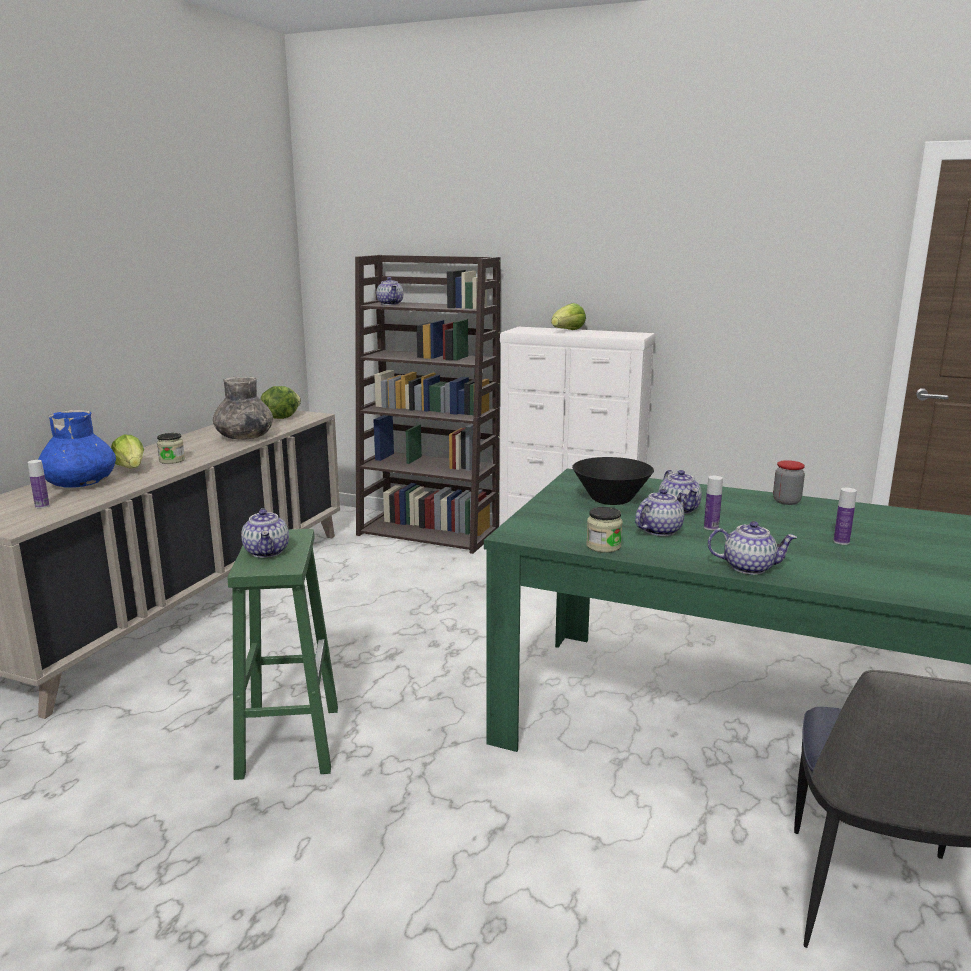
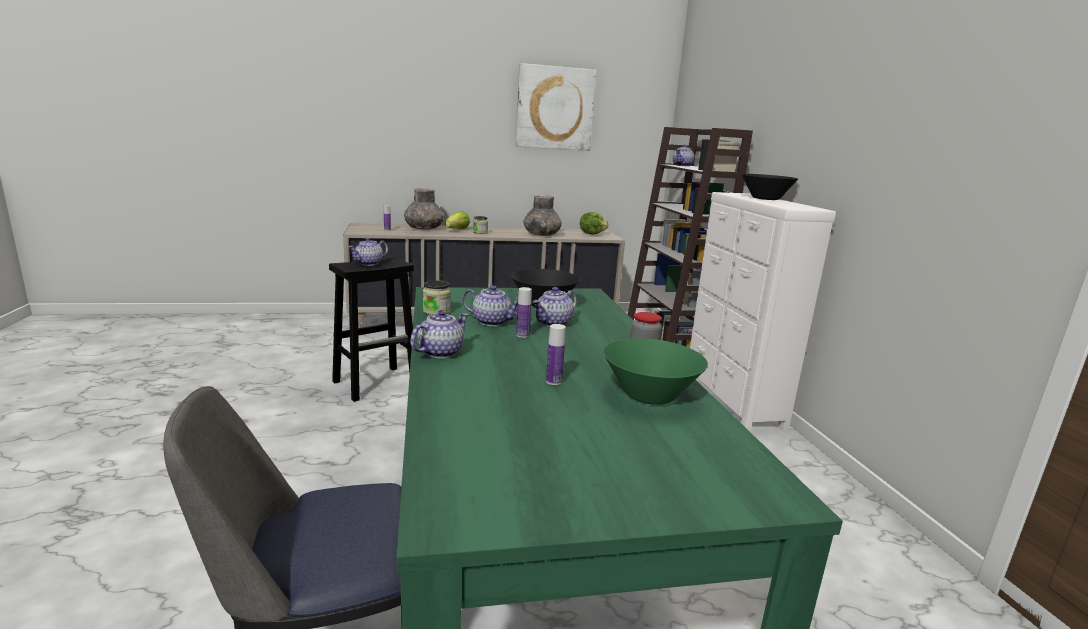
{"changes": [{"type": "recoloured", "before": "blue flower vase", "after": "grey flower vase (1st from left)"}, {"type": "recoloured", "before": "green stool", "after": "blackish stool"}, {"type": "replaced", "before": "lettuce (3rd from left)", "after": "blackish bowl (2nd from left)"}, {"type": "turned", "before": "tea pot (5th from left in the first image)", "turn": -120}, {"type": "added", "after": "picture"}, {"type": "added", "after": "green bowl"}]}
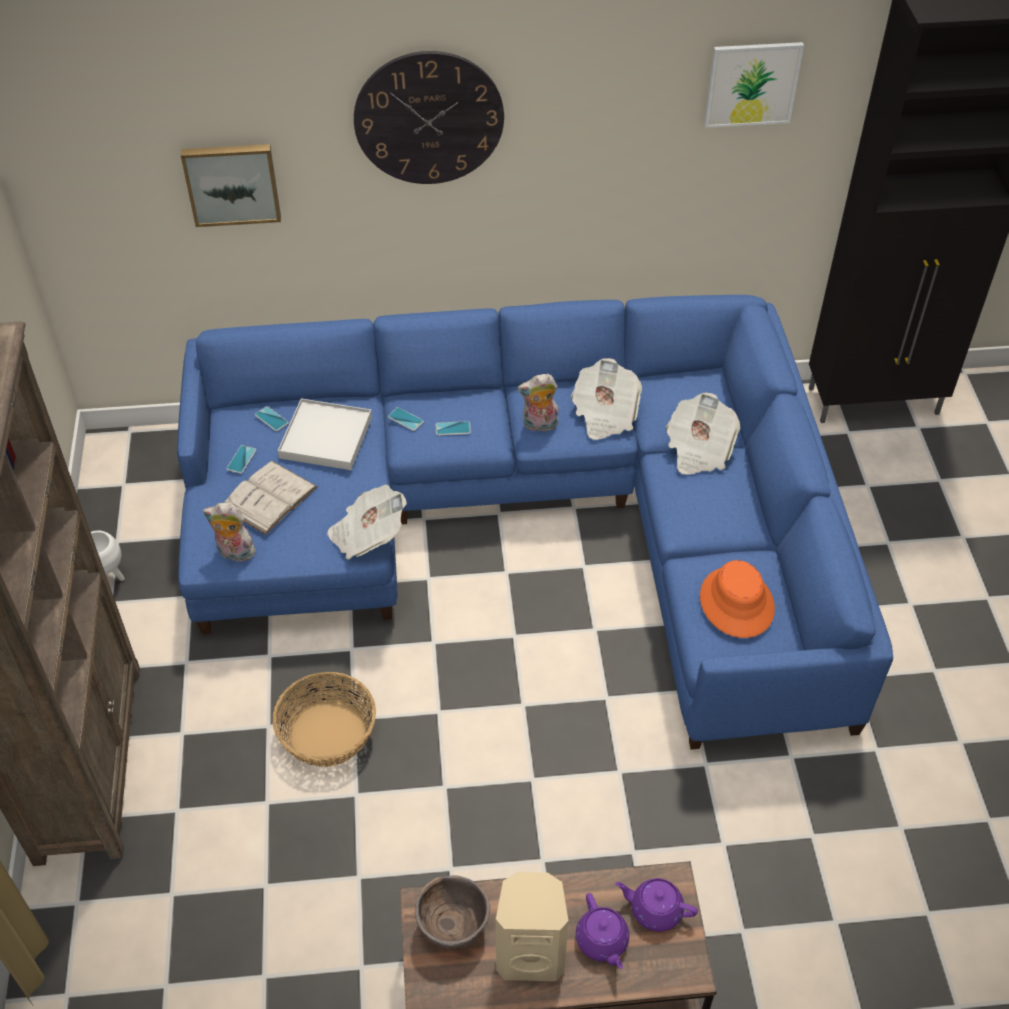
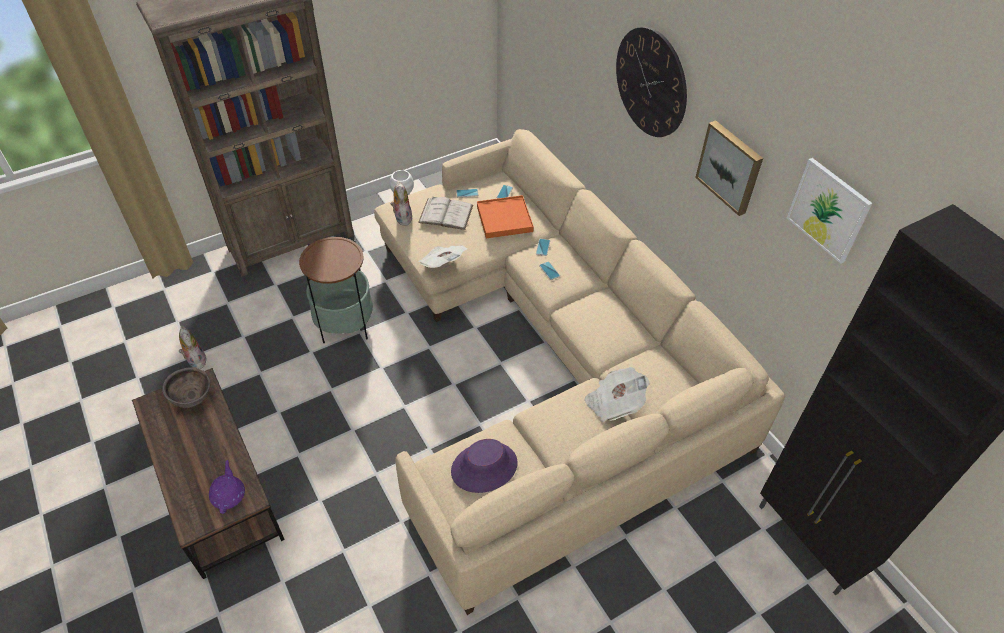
{"changes": [{"type": "recoloured", "before": "blue couch", "after": "beige couch"}, {"type": "moved", "before": "picture (1st from left)"}, {"type": "replaced", "before": "storage basket", "after": "side table"}, {"type": "recoloured", "before": "white tray", "after": "orange tray"}, {"type": "removed", "before": "beige loudspeaker"}, {"type": "moved", "before": "cuddly toy (2nd from left in the first image)", "after": "cuddly toy (1st from left)"}, {"type": "removed", "before": "daily paper (2nd from left)"}, {"type": "removed", "before": "purple tea pot (1st from left)"}, {"type": "recoloured", "before": "orange wearable hat", "after": "purple wearable hat"}]}
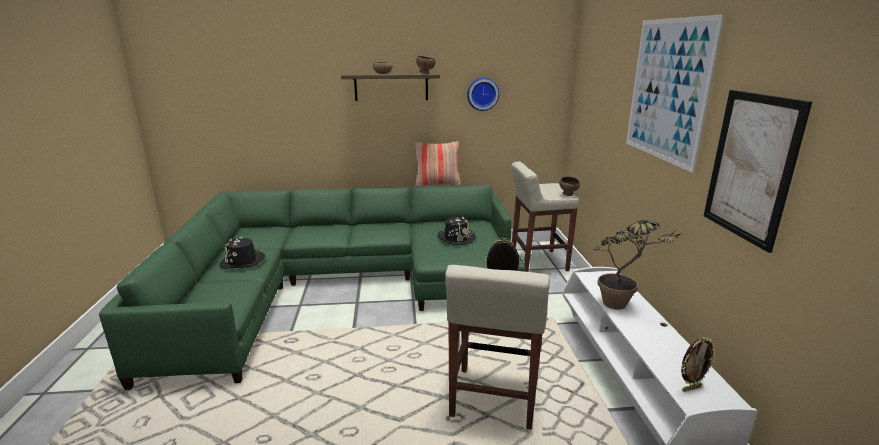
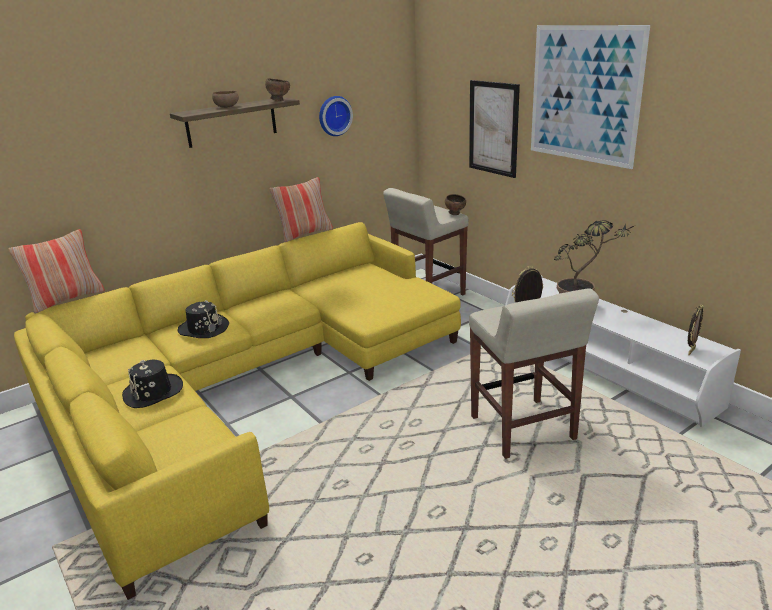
{"changes": [{"type": "recoloured", "before": "green couch", "after": "yellow couch"}, {"type": "moved", "before": "blackish wearable hat (2nd from left)"}, {"type": "moved", "before": "picture (2nd from left in the first image)", "after": "picture (1st from left)"}, {"type": "added", "after": "throw pillow (1st from left)"}]}
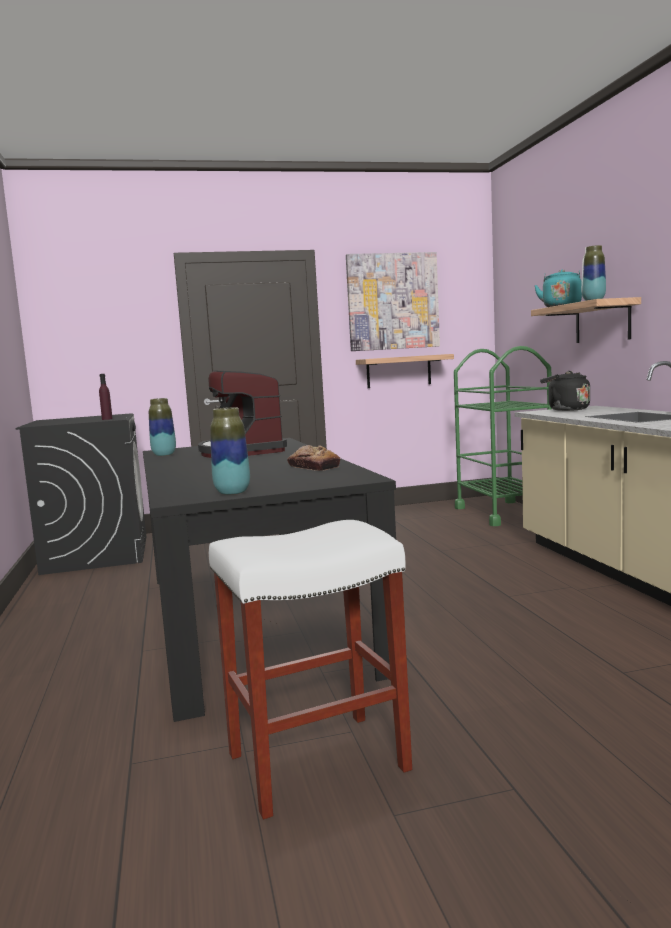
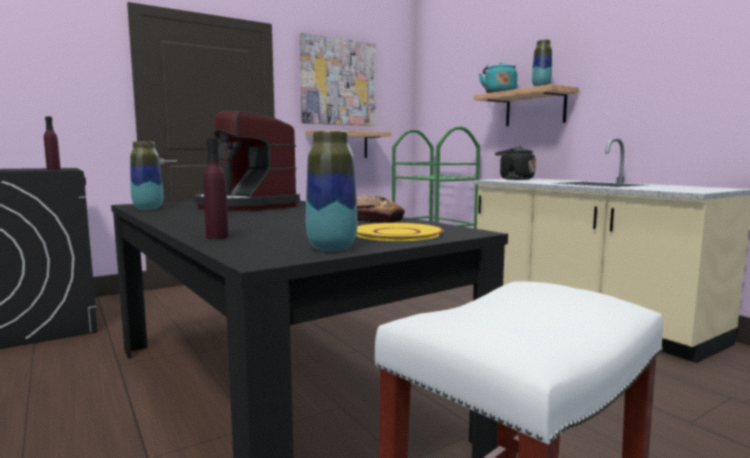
{"changes": [{"type": "added", "after": "purple bottle (2nd from left)"}, {"type": "added", "after": "yellow flat dish"}]}
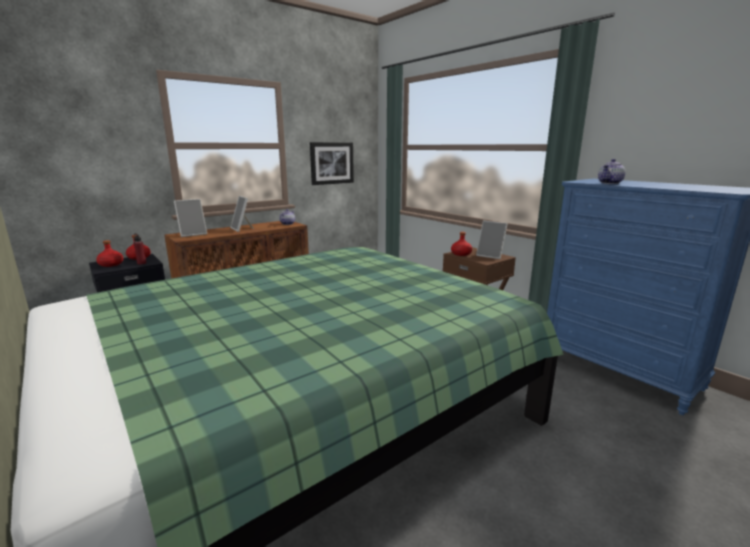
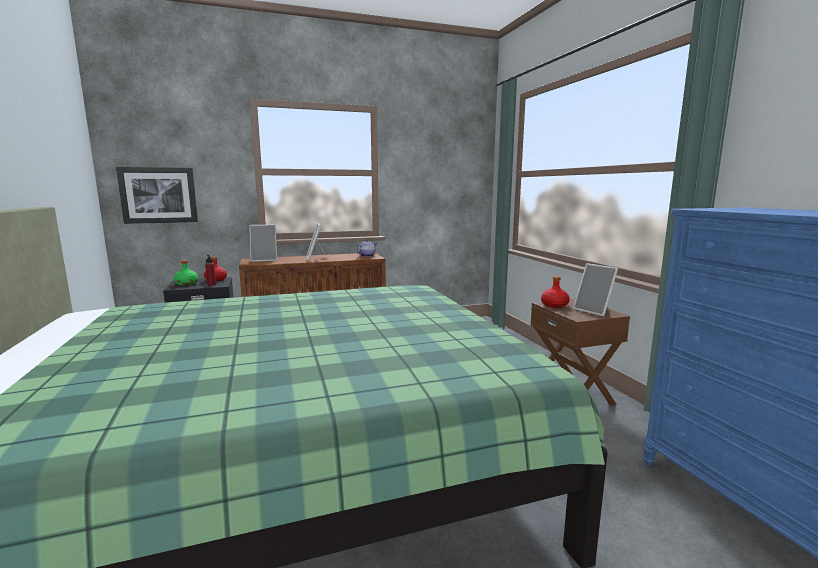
{"changes": [{"type": "recoloured", "before": "red bottle (1st from left)", "after": "green bottle"}, {"type": "moved", "before": "picture"}, {"type": "removed", "before": "tea pot (2nd from left)"}]}
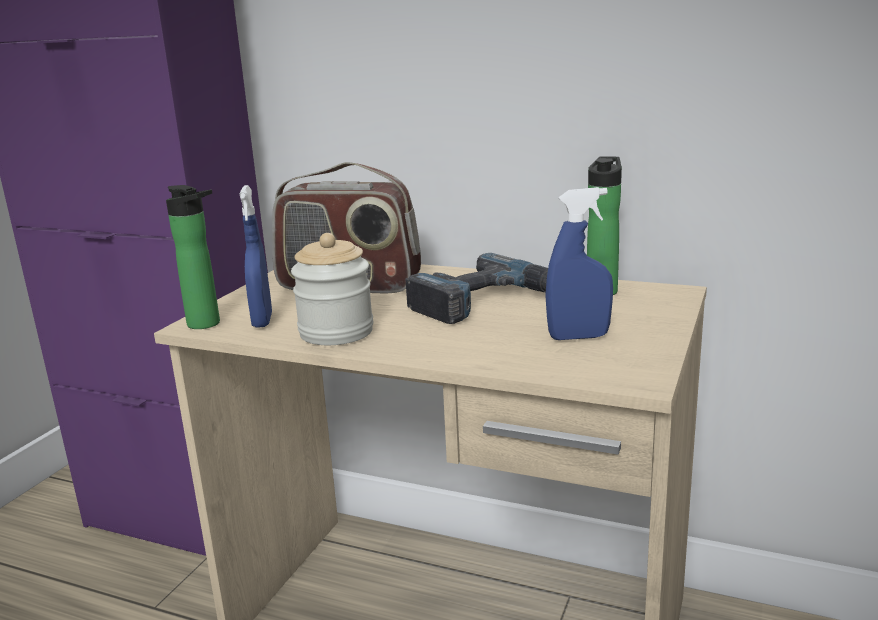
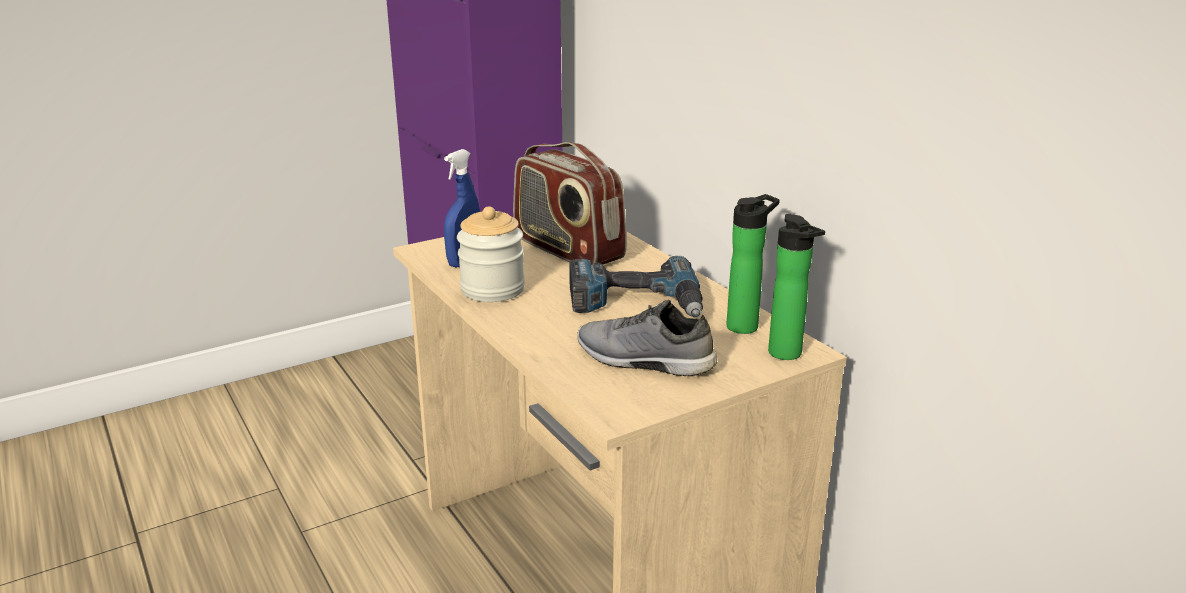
{"changes": [{"type": "moved", "before": "bottle (1st from left in the first image)", "after": "bottle (2nd from left)"}, {"type": "replaced", "before": "blue hand sprayer (2nd from left)", "after": "grey shoe"}]}
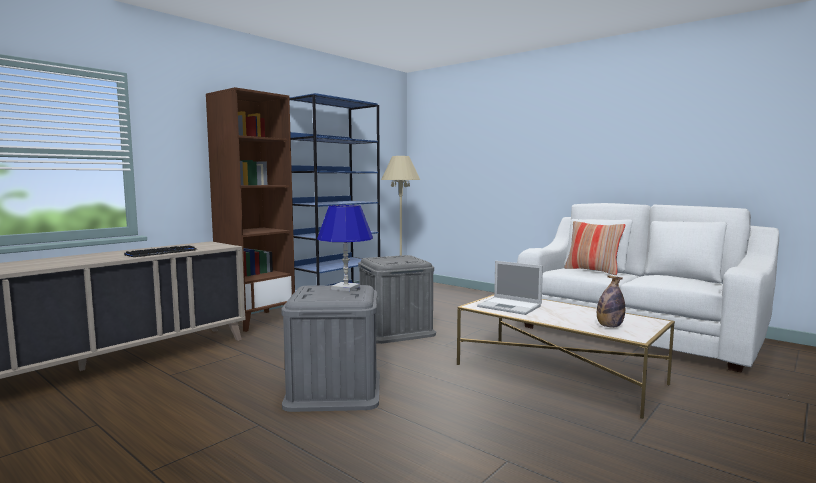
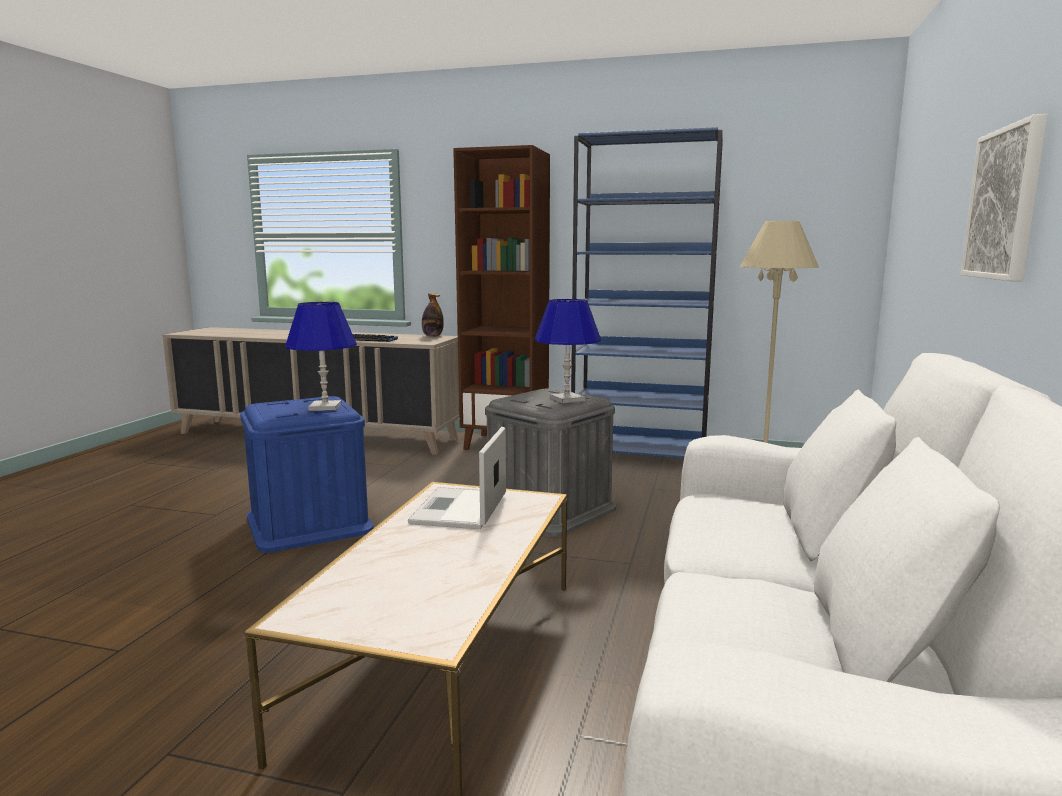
{"changes": [{"type": "recoloured", "before": "grey storage container (1st from left)", "after": "blue storage container"}, {"type": "removed", "before": "throw pillow"}, {"type": "moved", "before": "bottle"}, {"type": "added", "after": "blue table lamp (2nd from left)"}, {"type": "added", "after": "picture"}]}
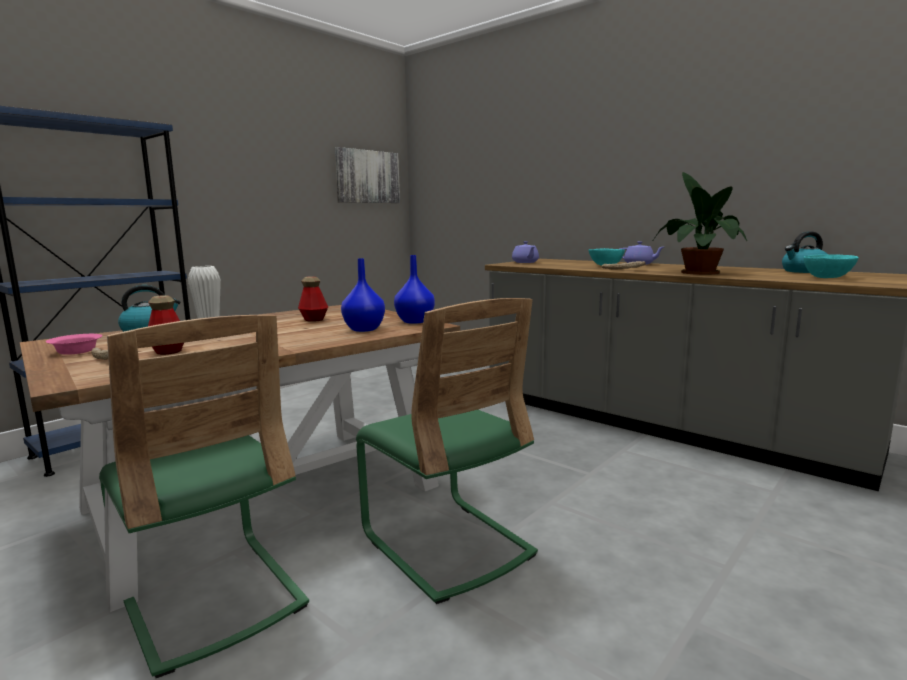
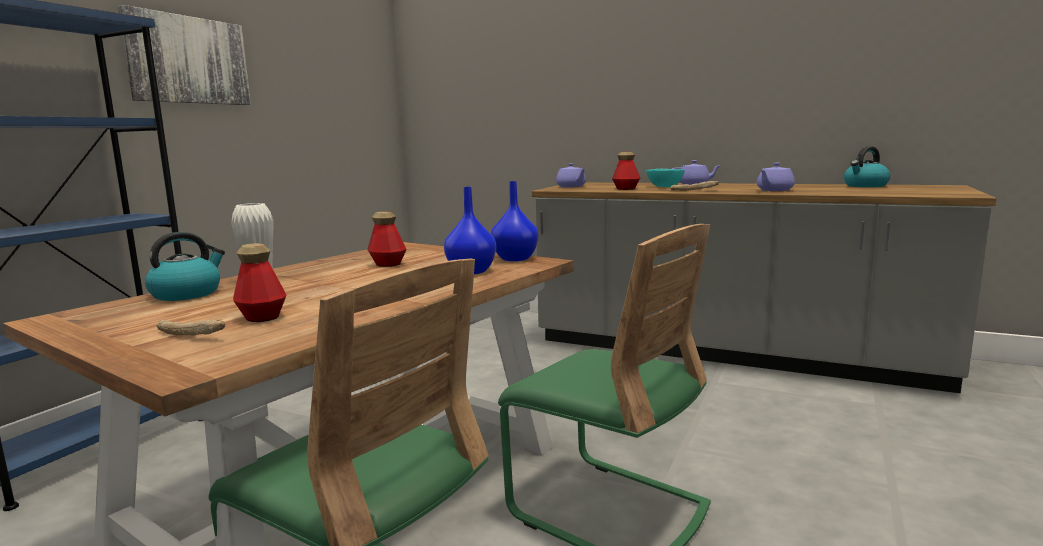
{"changes": [{"type": "removed", "before": "pink-coloured bowl"}, {"type": "moved", "before": "picture"}, {"type": "replaced", "before": "houseplant", "after": "purple tea pot (3rd from left)"}, {"type": "removed", "before": "blue-green bowl (2nd from left)"}, {"type": "added", "after": "bottle (3rd from left)"}]}
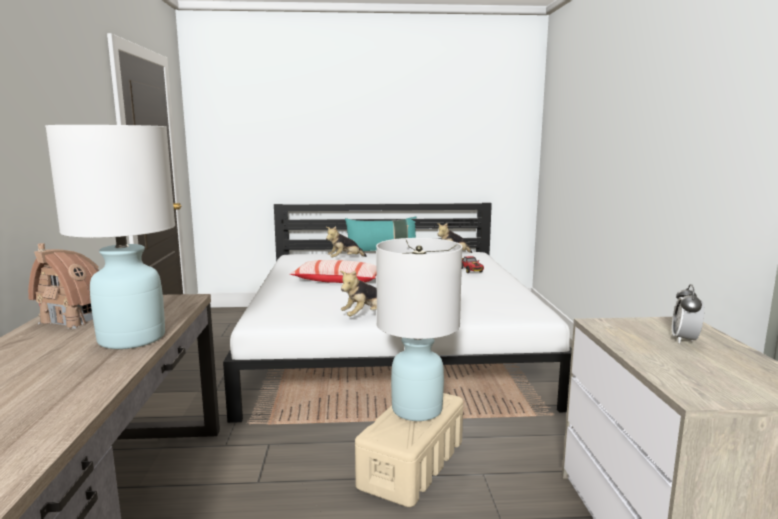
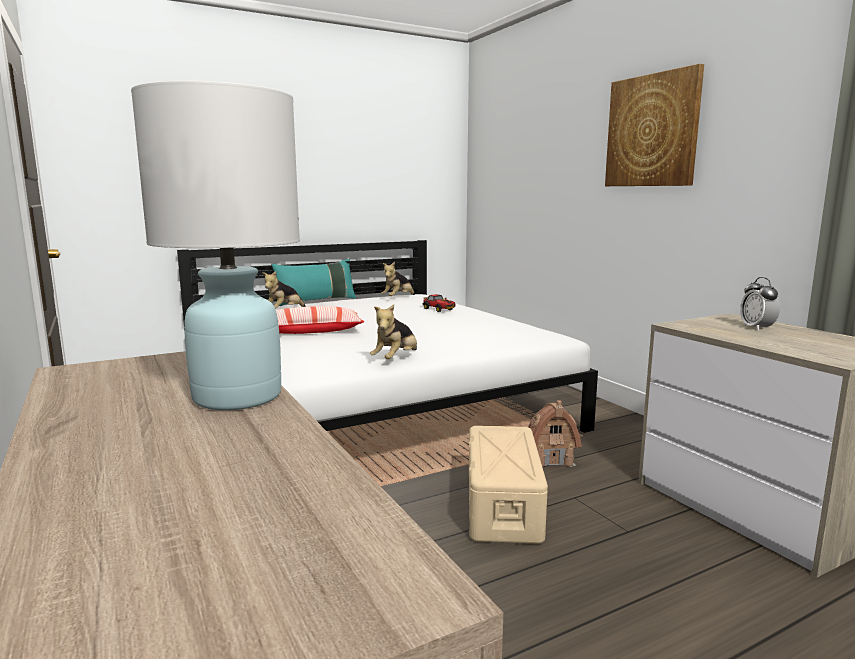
{"changes": [{"type": "moved", "before": "model house"}, {"type": "removed", "before": "white table lamp (2nd from left)"}, {"type": "added", "after": "picture"}]}
